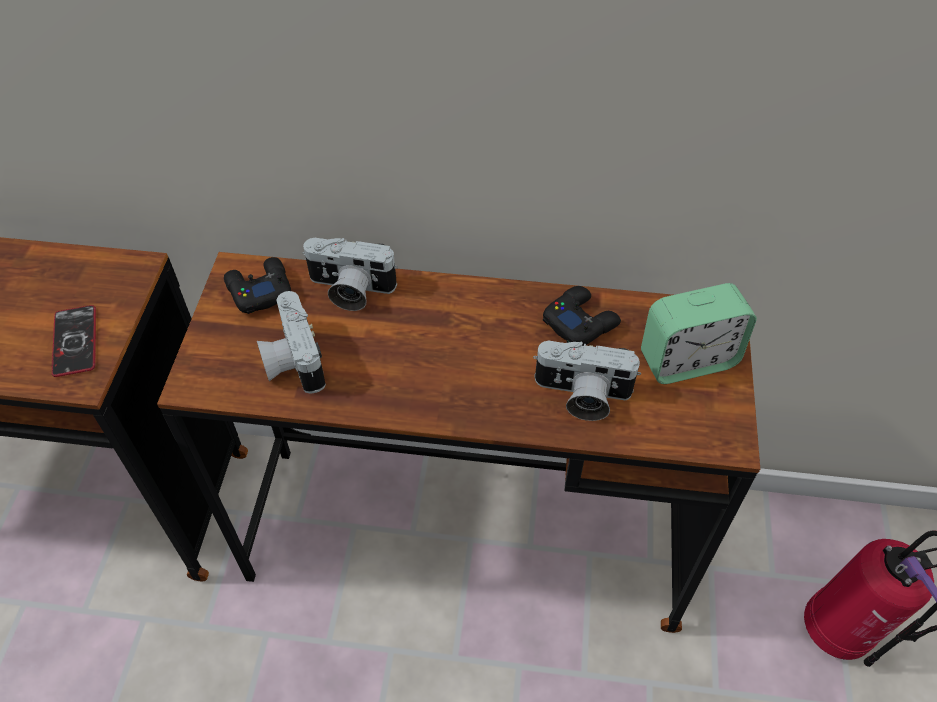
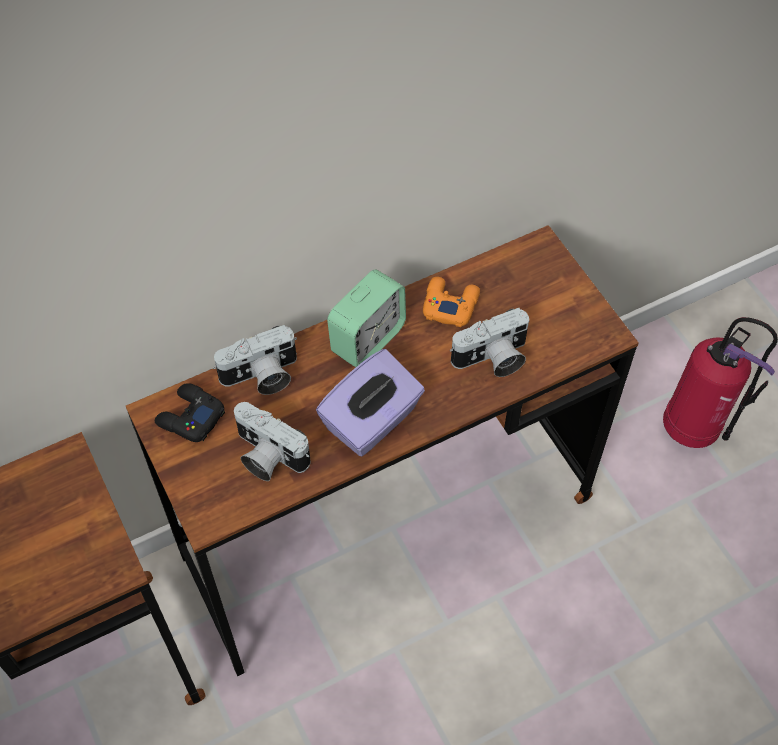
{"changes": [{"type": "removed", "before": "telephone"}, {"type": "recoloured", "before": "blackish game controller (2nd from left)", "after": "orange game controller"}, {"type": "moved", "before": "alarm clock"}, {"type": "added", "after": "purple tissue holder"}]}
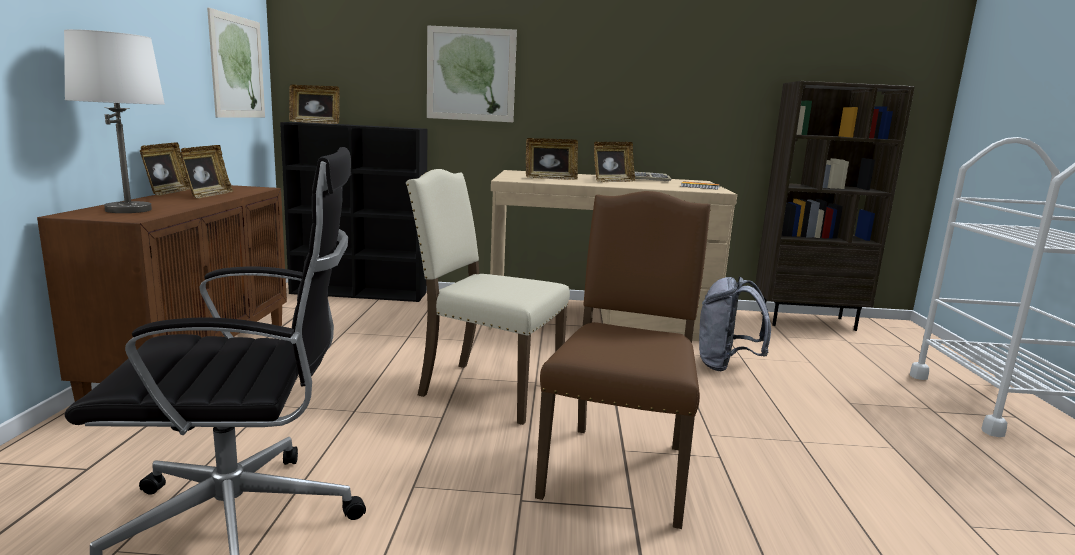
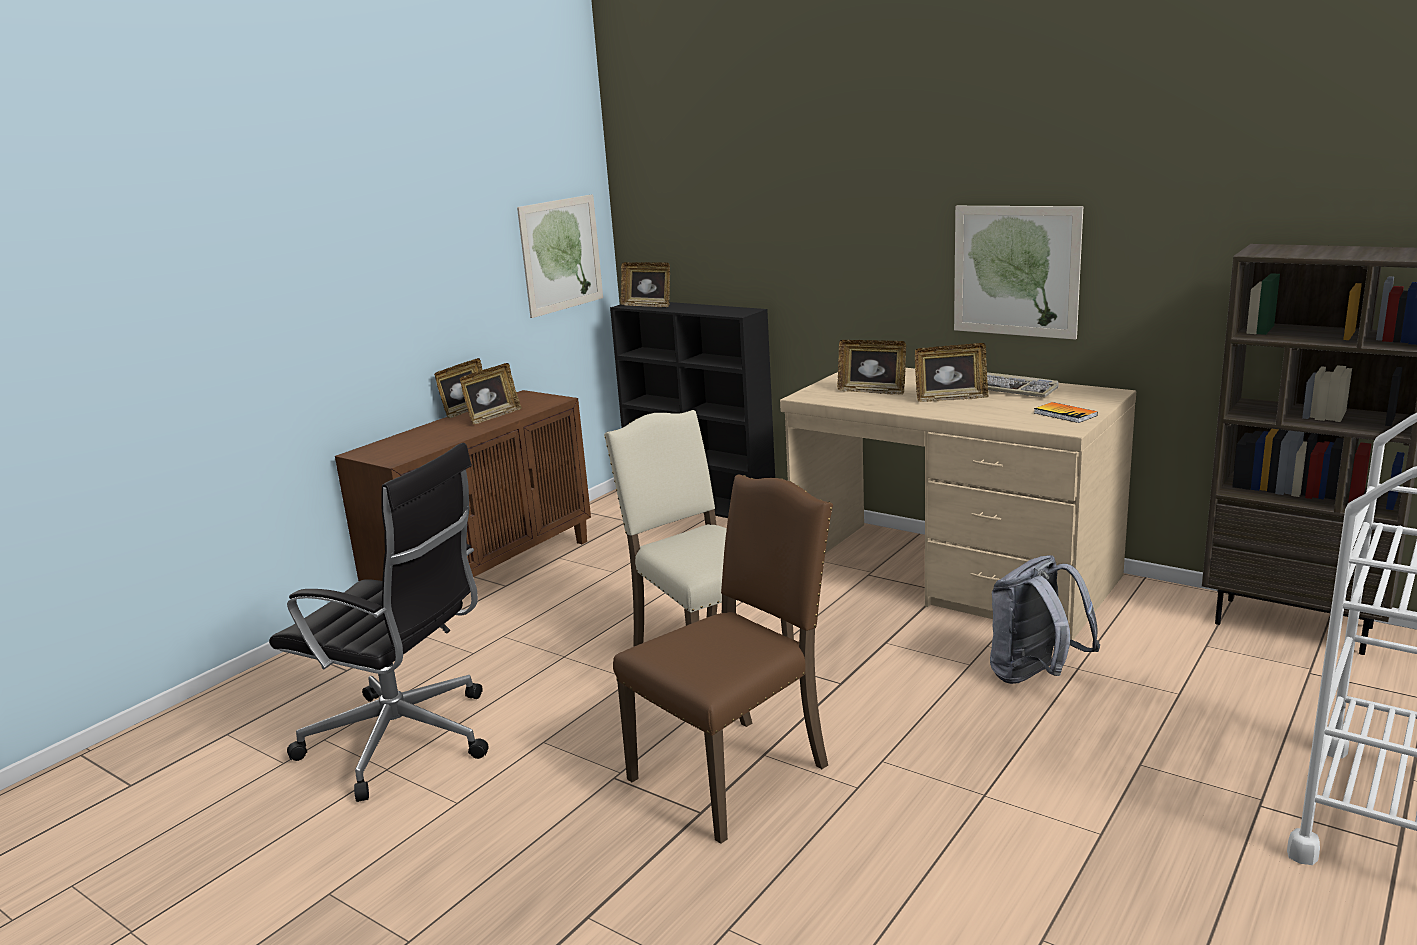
{"changes": [{"type": "removed", "before": "white table lamp"}, {"type": "moved", "before": "picture (2nd from left)"}]}
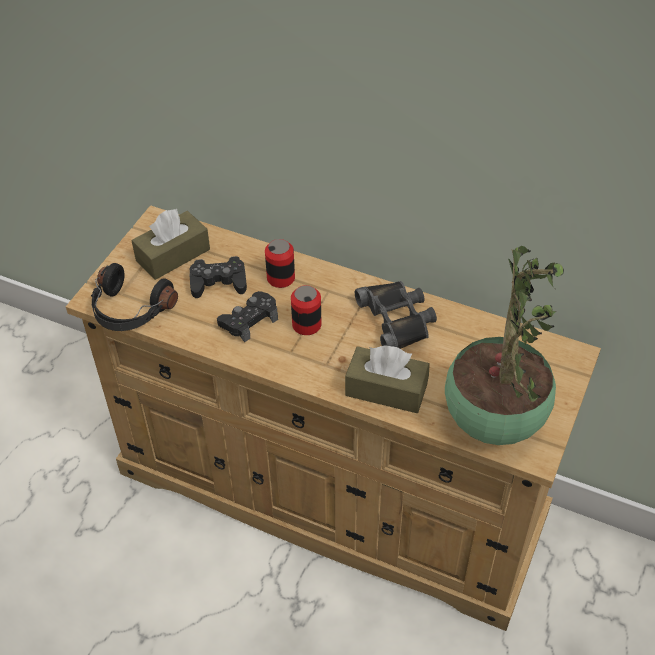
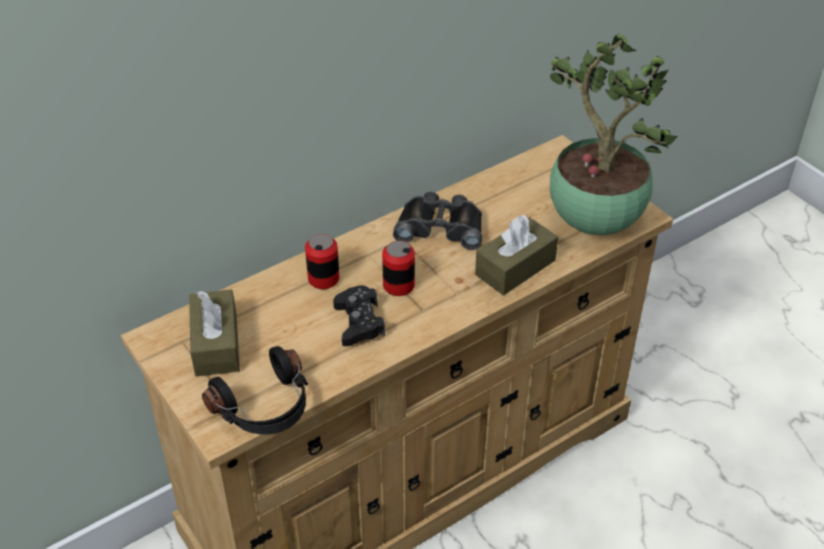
{"changes": [{"type": "removed", "before": "blackish game controller (1st from left)"}]}
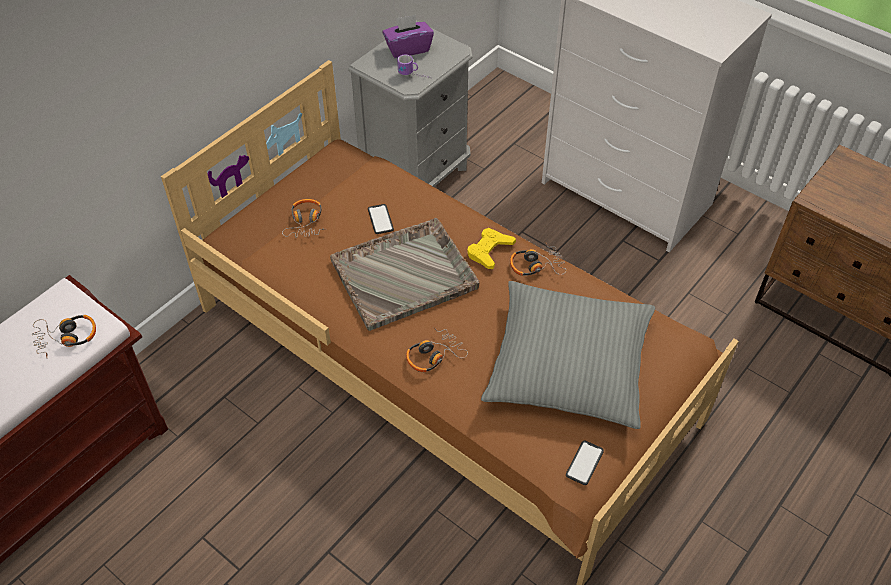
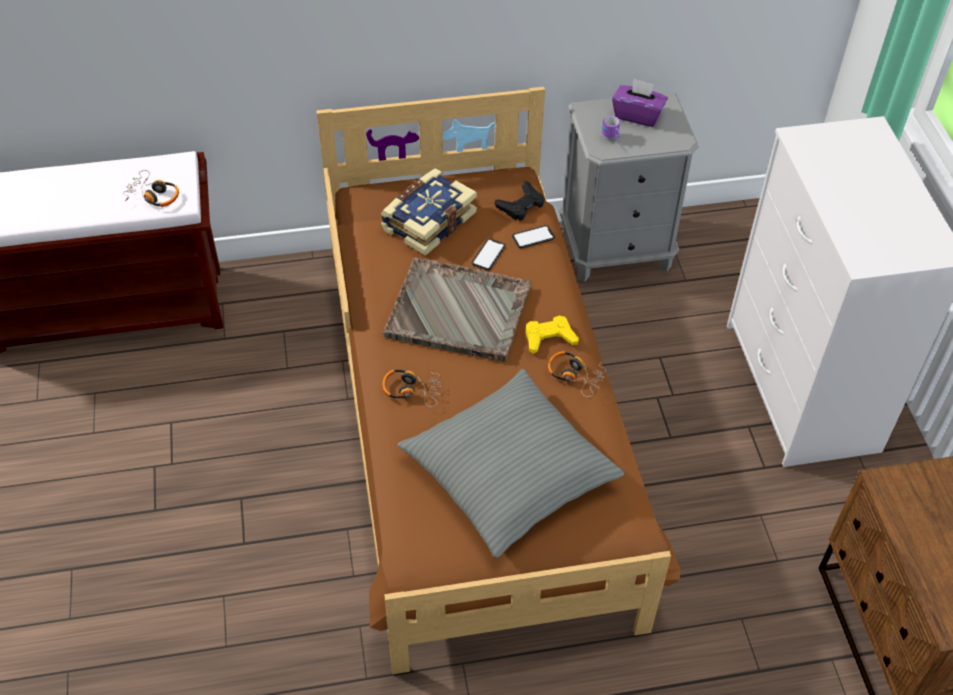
{"changes": [{"type": "replaced", "before": "headset (2nd from left)", "after": "book"}, {"type": "moved", "before": "telephone (2nd from left)"}, {"type": "added", "after": "blackish game controller"}]}
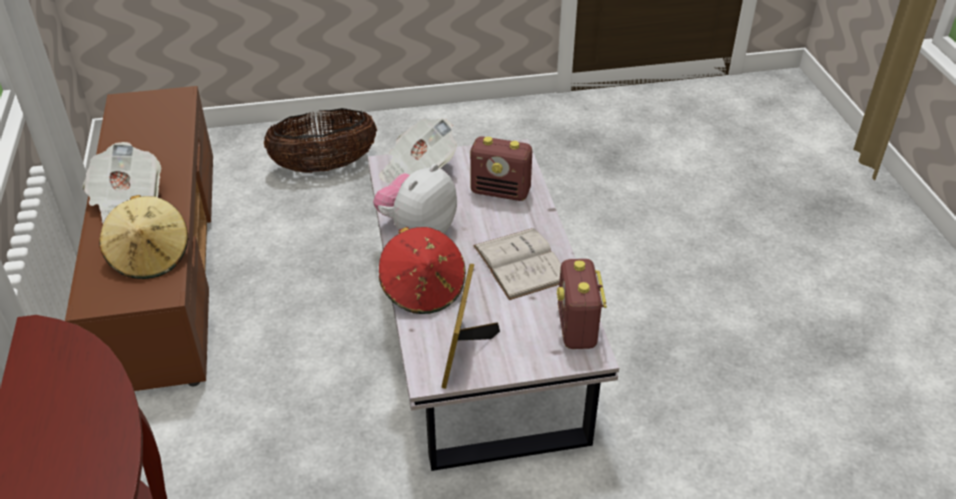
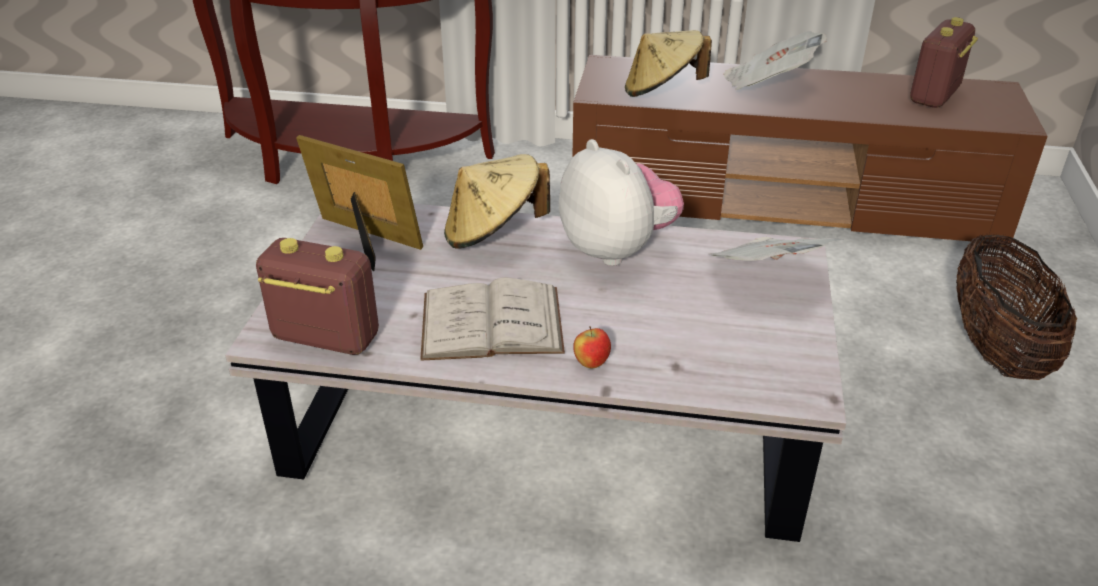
{"changes": [{"type": "recoloured", "before": "red wearable hat", "after": "beige wearable hat (1st from left)"}, {"type": "moved", "before": "radio set (1st from left in the first image)", "after": "radio set (2nd from left)"}, {"type": "added", "after": "whole apple"}]}
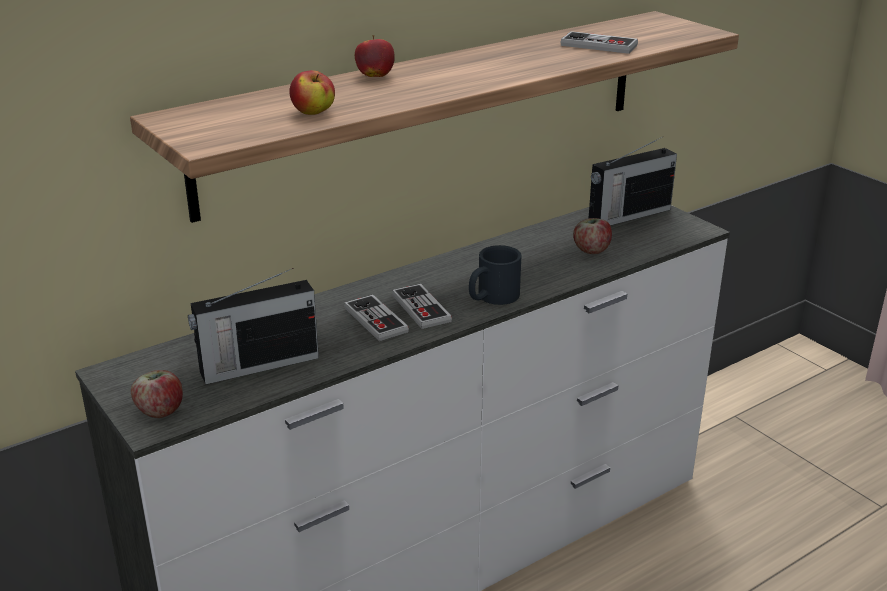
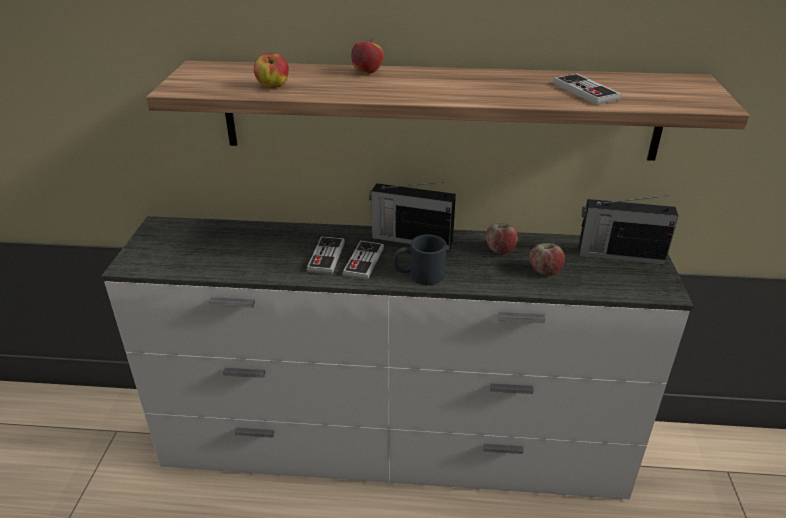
{"changes": [{"type": "moved", "before": "whole apple (1st from left in the first image)", "after": "whole apple (3rd from left)"}, {"type": "moved", "before": "radio set (1st from left)"}]}
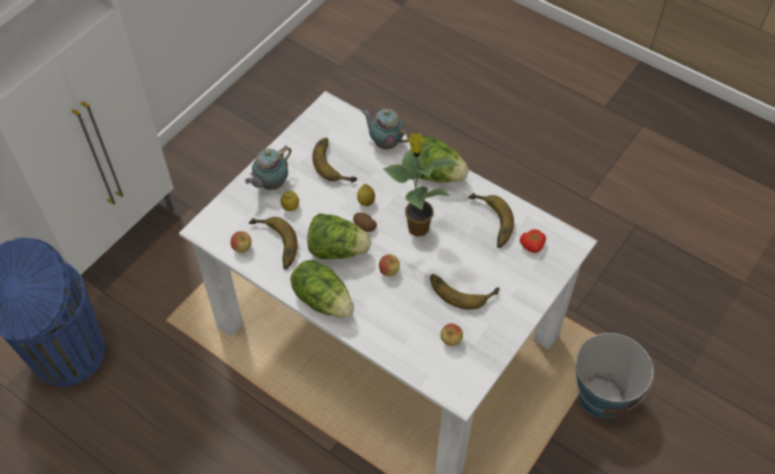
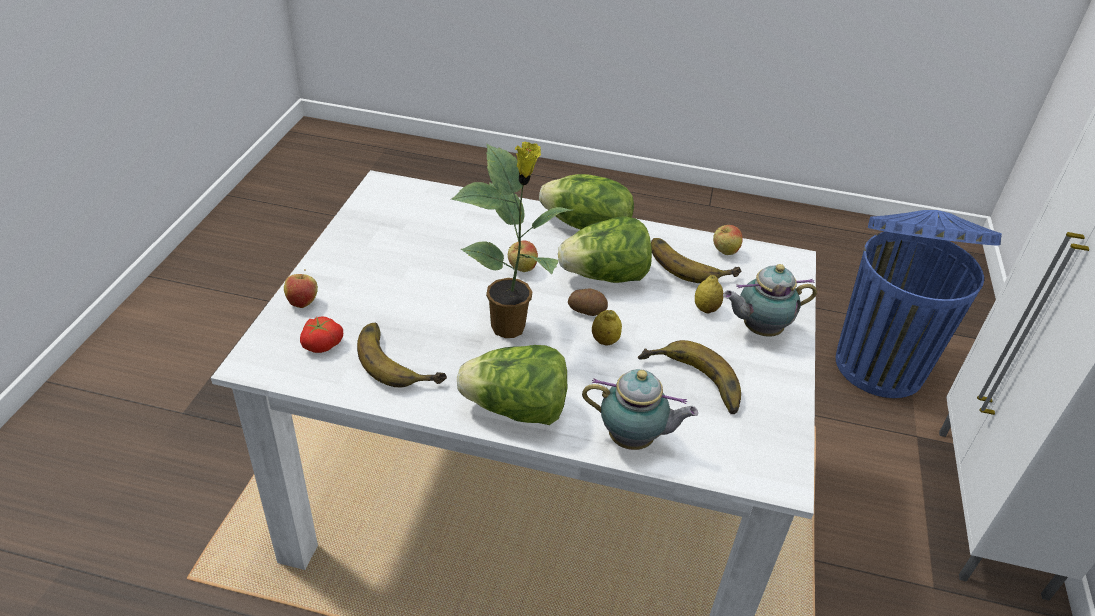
{"changes": [{"type": "turned", "before": "tea pot (1st from left in the first image)", "turn": -120}, {"type": "removed", "before": "banana (3rd from left)"}, {"type": "moved", "before": "whole apple (3rd from left in the first image)", "after": "whole apple (1st from left)"}, {"type": "removed", "before": "water bucket"}]}
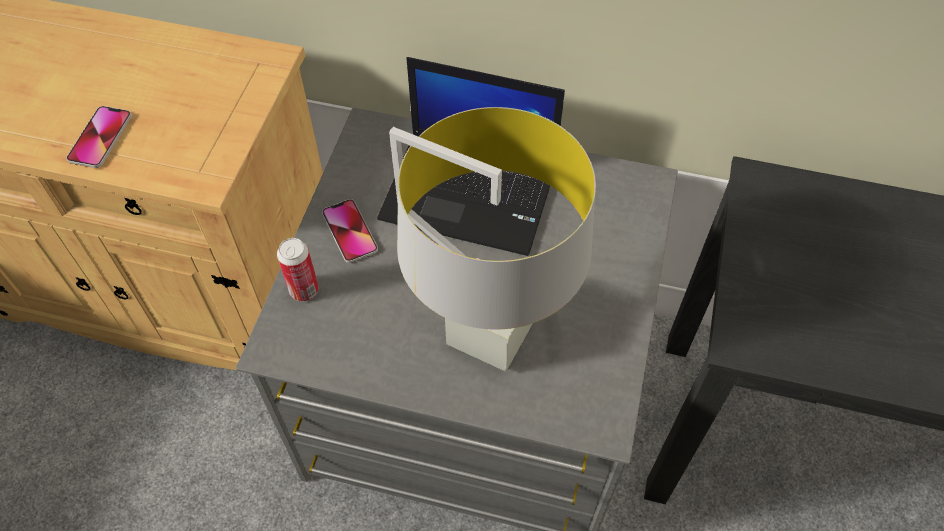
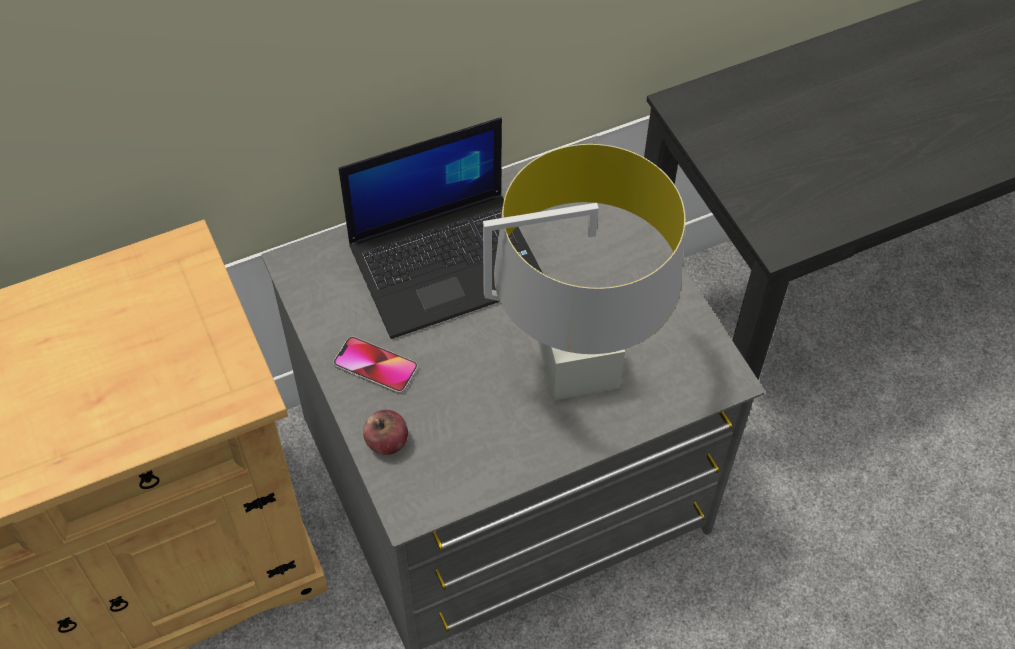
{"changes": [{"type": "removed", "before": "telephone (1st from left)"}, {"type": "replaced", "before": "can", "after": "whole apple"}]}
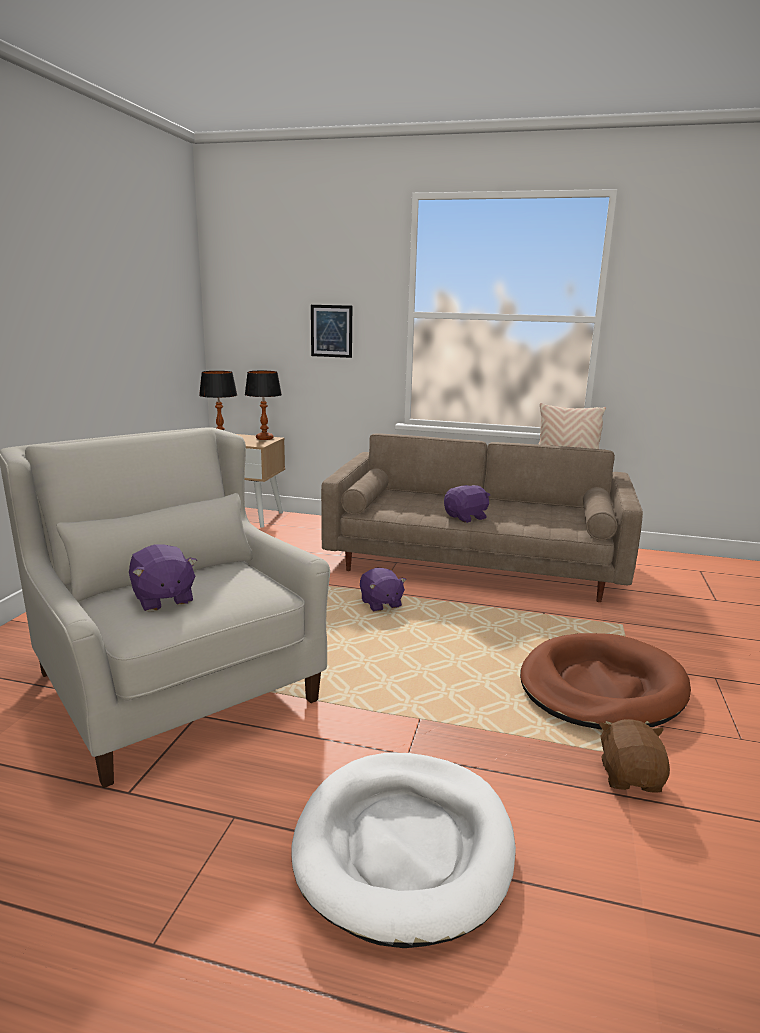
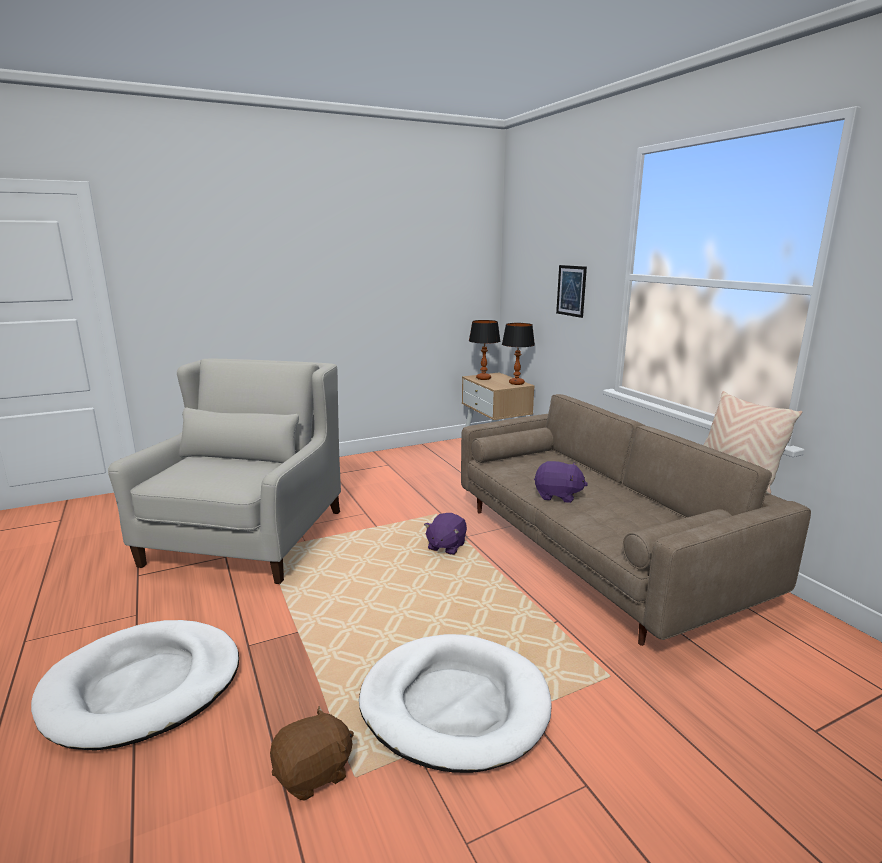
{"changes": [{"type": "removed", "before": "purple cuddly toy (1st from left)"}, {"type": "recoloured", "before": "brown-coloured dog cushion", "after": "white dog cushion (2nd from left)"}]}
